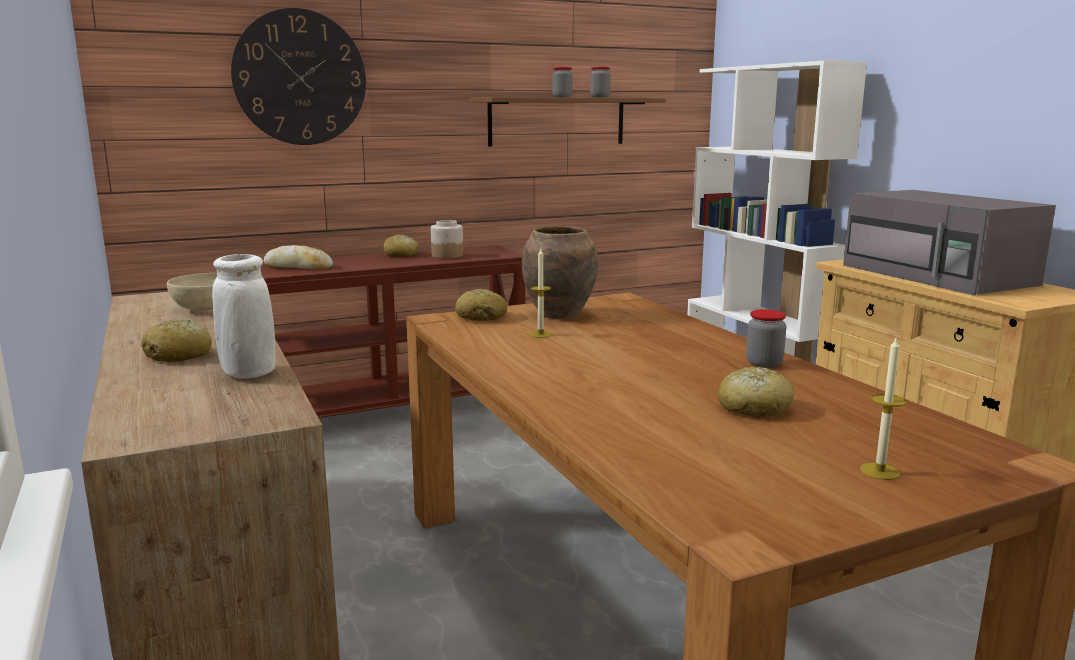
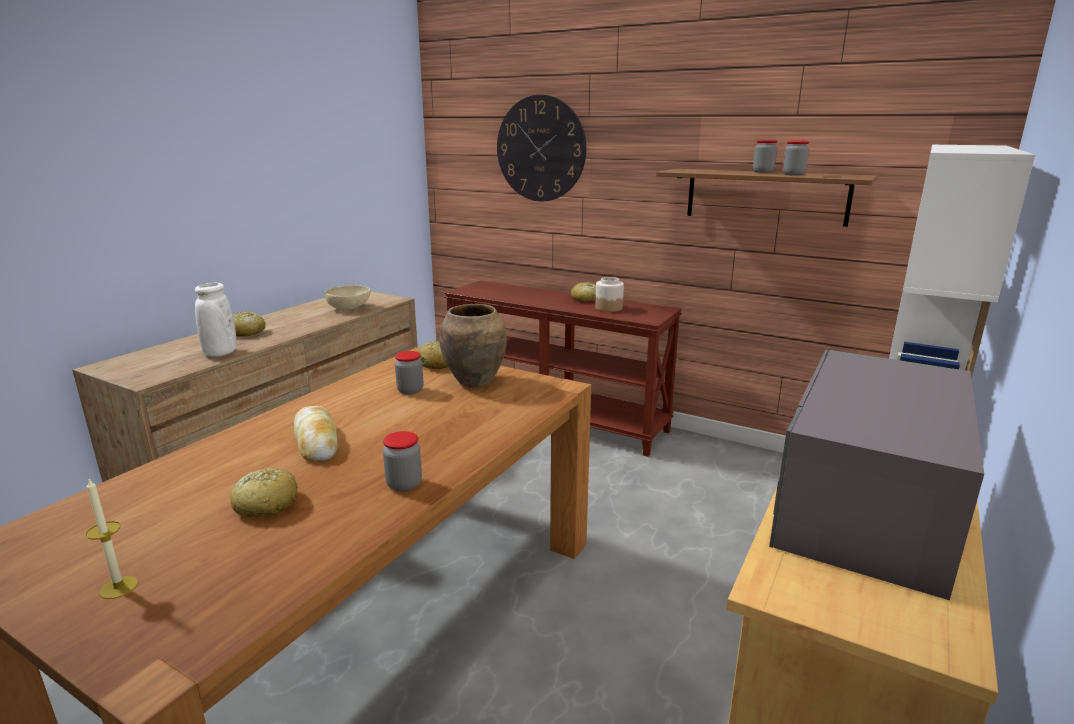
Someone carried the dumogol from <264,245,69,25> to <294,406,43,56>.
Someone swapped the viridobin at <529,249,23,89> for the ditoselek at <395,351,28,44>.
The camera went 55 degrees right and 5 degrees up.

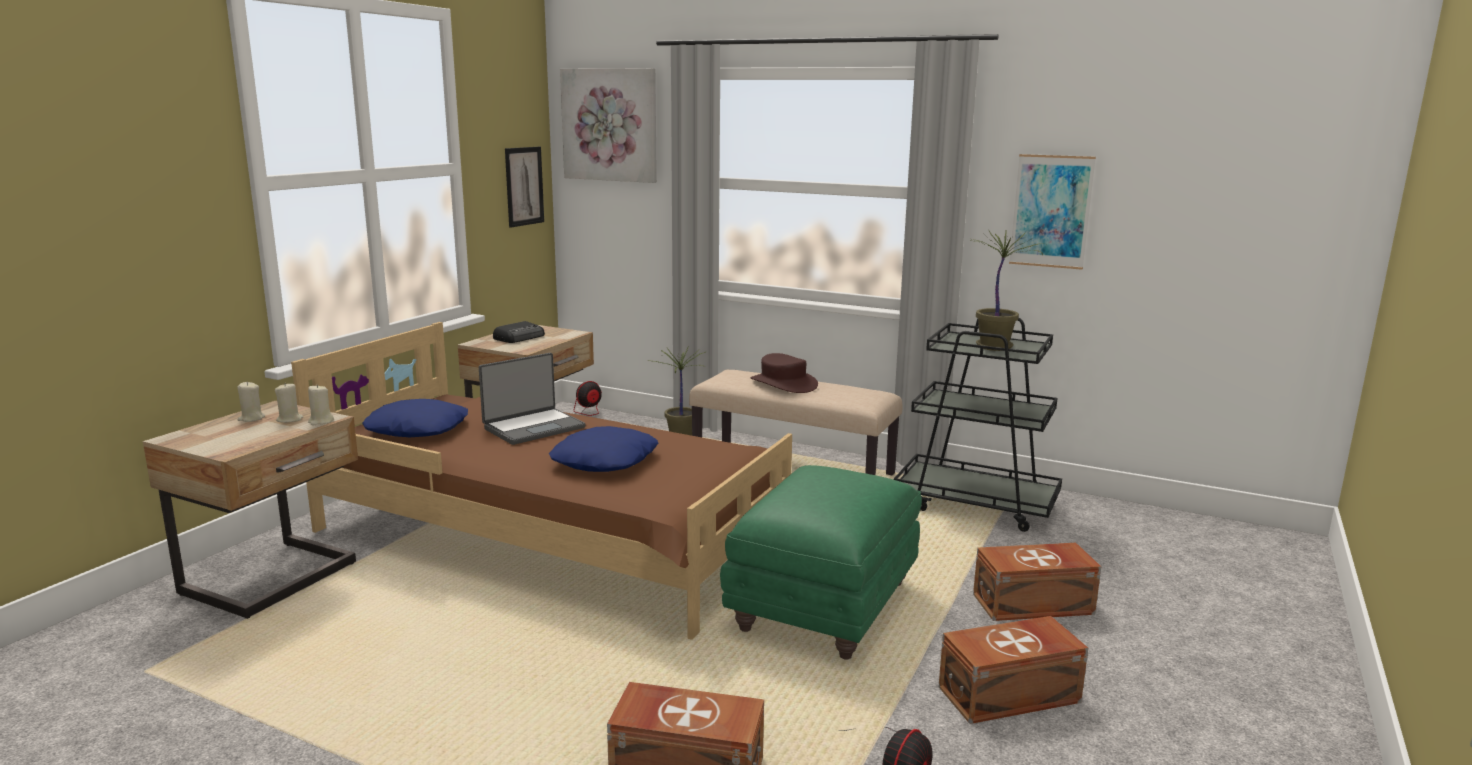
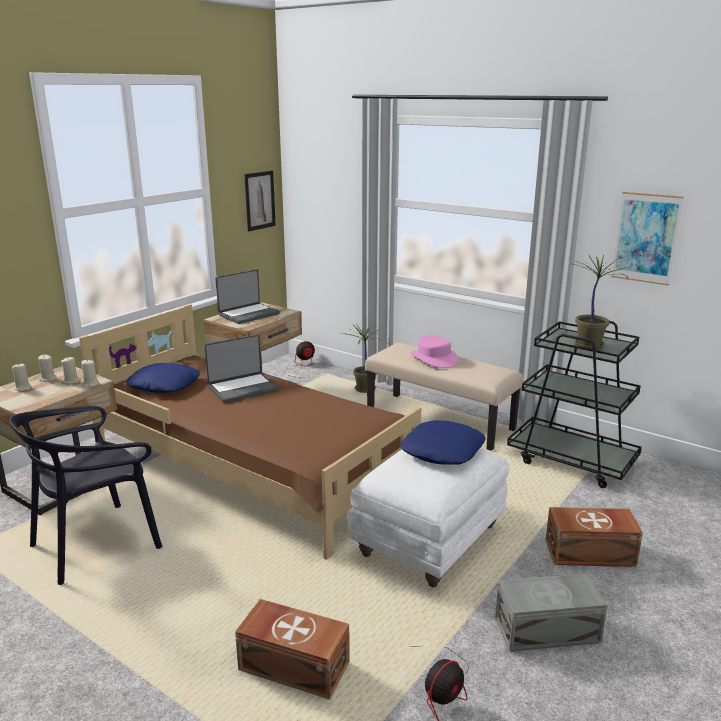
Someone took away the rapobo at <560,68,97,115>.
Someone swapped the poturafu at <493,321,52,22> for the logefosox at <215,269,65,55>.
Someone repainted the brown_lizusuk at <751,353,67,40>, which became the pink_lizusuk at <410,335,49,33>.
Someone carried the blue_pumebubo from <549,426,109,46> to <400,420,86,44>.
Someone repainted the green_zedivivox at <720,465,202,195>, which became the white_zedivivox at <347,449,163,138>.
Someone repainted the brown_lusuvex at <939,616,149,108>, which became the grey_lusuvex at <495,574,113,78>.
Someone put down the beige_viridobin at <12,363,19,28>.
Someone put down the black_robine at <9,406,153,179>.
The camera went 10 degrees right and 5 degrees up.

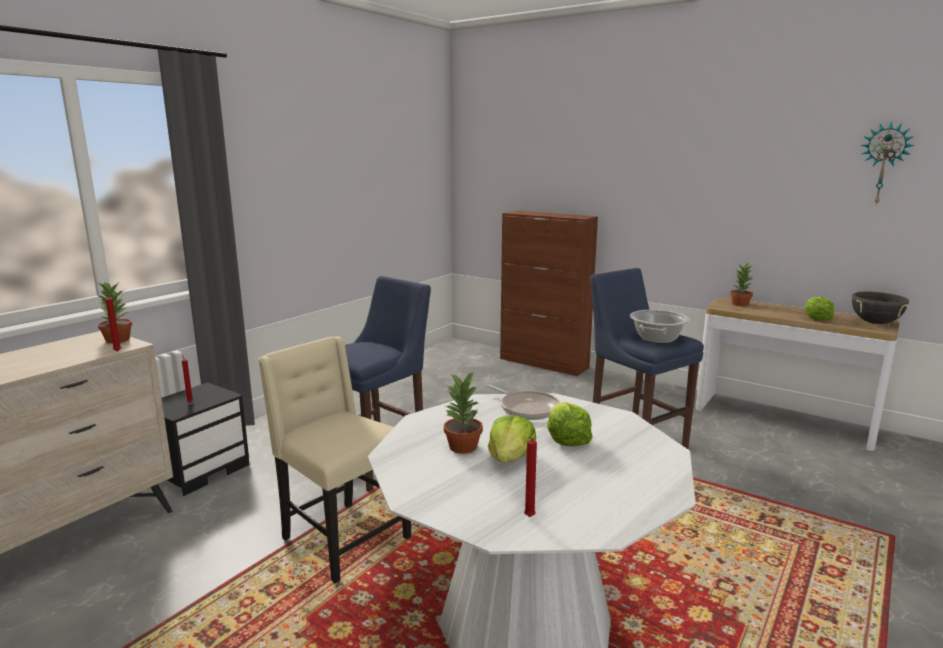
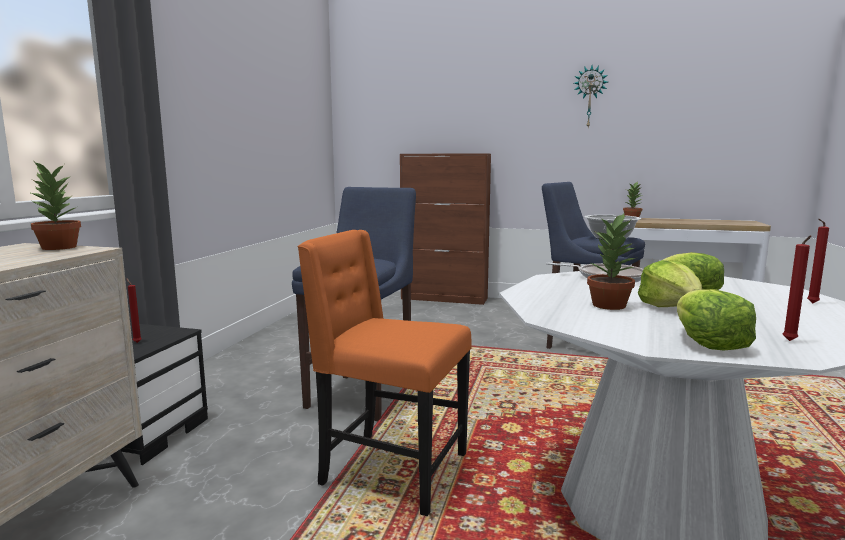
Someone carried the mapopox from <861,121,53,84> to <574,66,34,61>.
Someone took away the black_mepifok at <852,291,57,33>.
Someone carried the red_viridobin from <102,293,19,59> to <807,219,22,84>.
Someone carried the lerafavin from <805,297,29,24> to <677,289,79,62>.
Someone repainted the beige_robine at <258,337,153,247>, which became the orange_robine at <297,230,175,286>.
The camera went 20 degrees left and 5 degrees down.

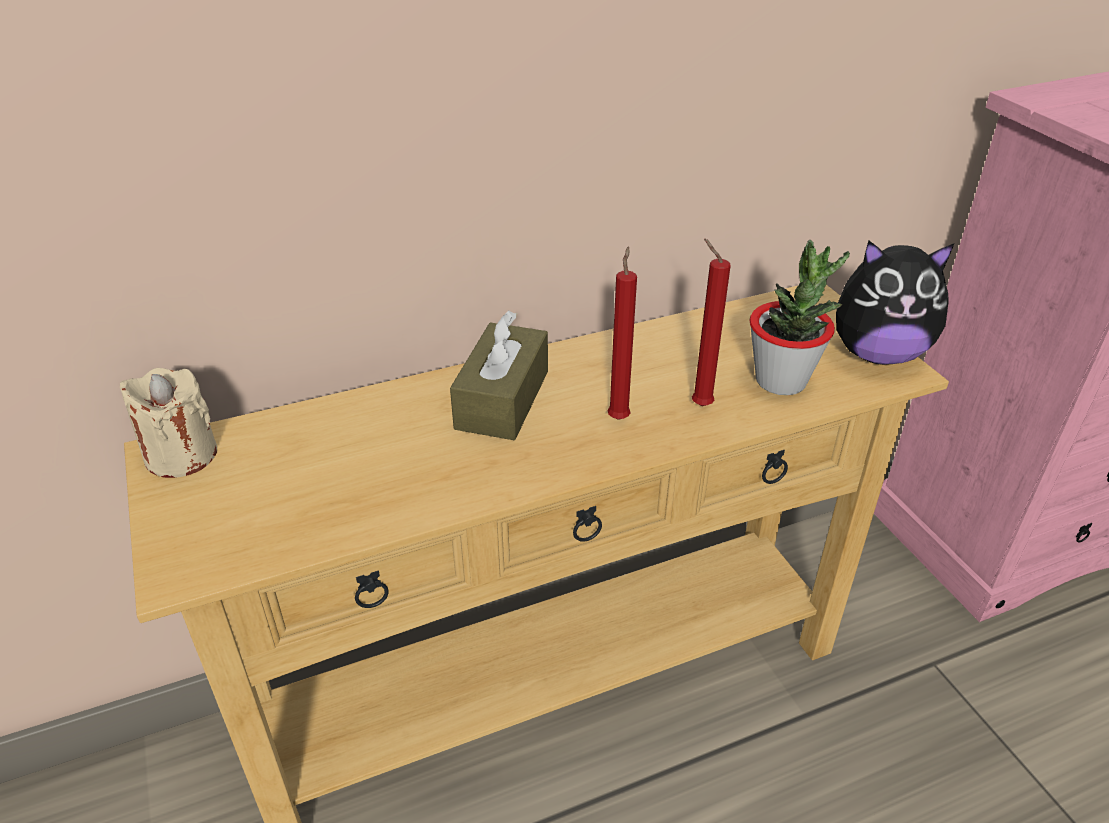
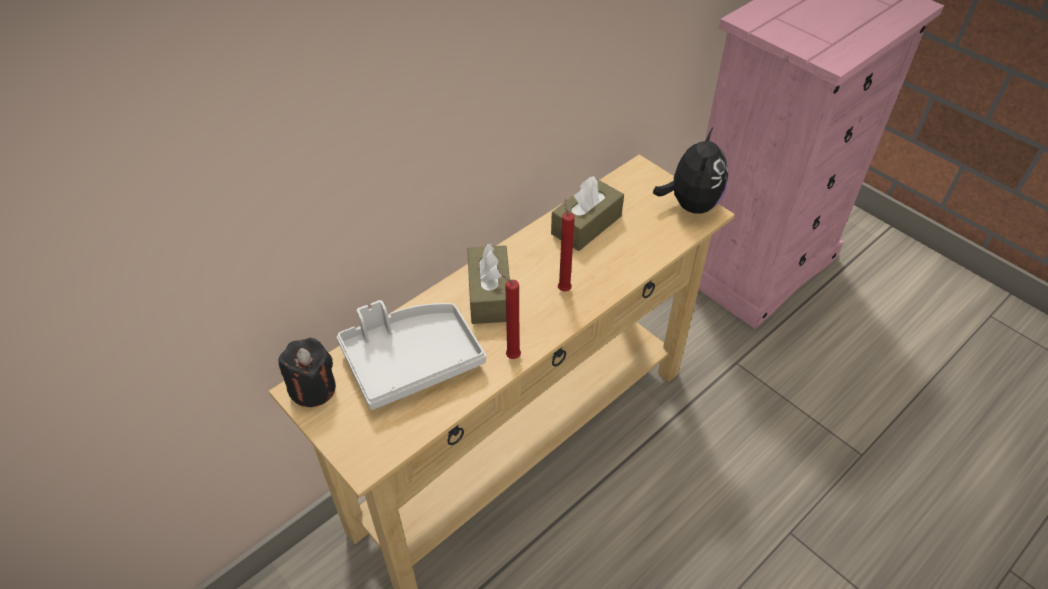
Someone carried the red_viridobin from <692,239,39,167> to <499,271,22,88>.
Someone took away the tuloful at <749,240,101,155>.
Someone rotated the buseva at <836,241,118,124> by 60 degrees counterclockwise.
Someone repainted the beige_viridobin at <120,368,97,110>, which became the black_viridobin at <278,338,58,69>.
Someone put down the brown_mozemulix at <551,176,73,75>.
Someone put down the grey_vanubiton at <337,300,149,110>.
The camera went 20 degrees left and 10 degrees up.

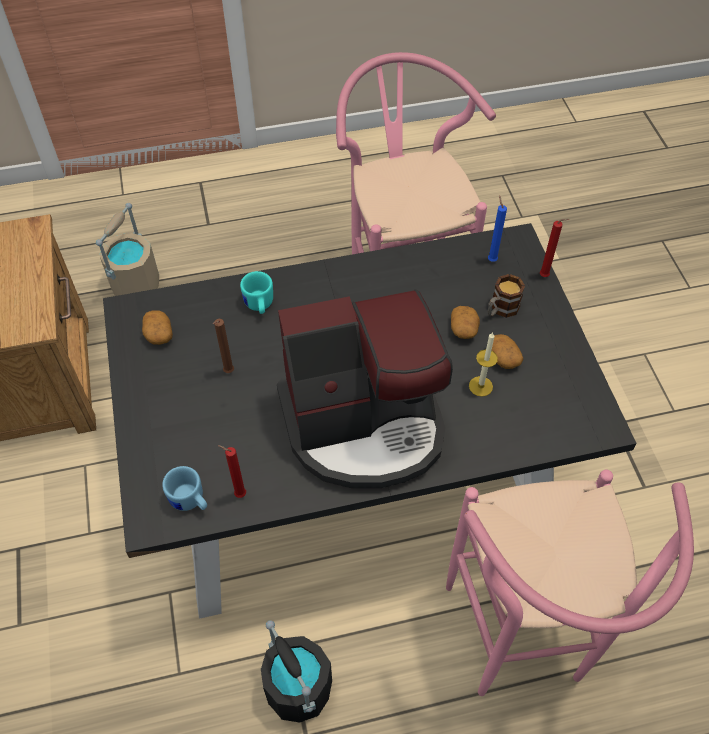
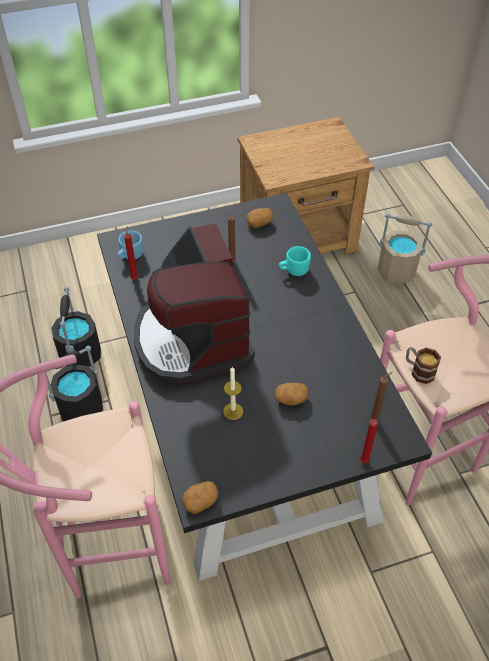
Someone repainted the blue_viridobin at <488,196,19,66>, which became the brown_viridobin at <370,372,22,49>.
Someone carried the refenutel from <488,274,37,44> to <406,347,35,37>.
Someone carried the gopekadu from <491,334,32,35> to <182,481,37,33>.
Someone put down the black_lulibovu at <51,287,50,80>.
The camera went 85 degrees right and 5 degrees down.

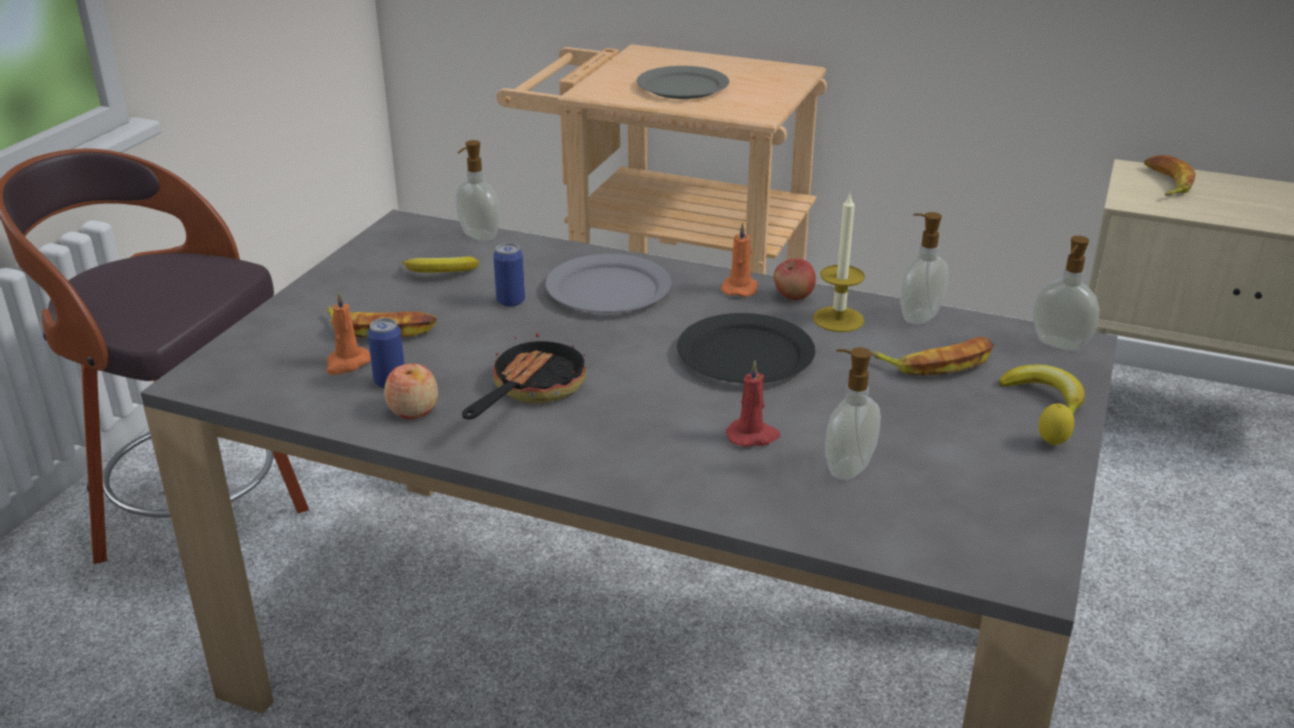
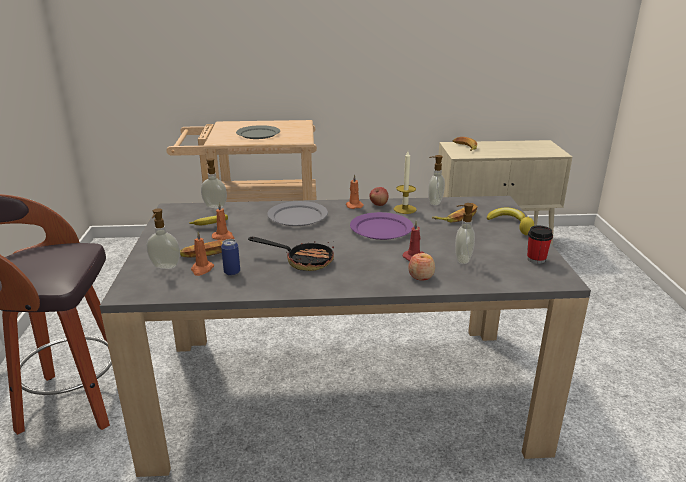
Someone carried the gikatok from <1033,236,66,115> to <146,208,34,61>.
Someone took away the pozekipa at <493,243,32,64>.
Someone repainted the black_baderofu at <677,313,138,70>, which became the purple_baderofu at <350,212,63,28>.
Someone rotated the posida at <462,333,124,87> by 105 degrees clockwise.
Someone carried the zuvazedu from <384,364,54,55> to <408,253,27,27>.
Someone put down the orange_viridobin at <212,202,22,38>.
Someone put down the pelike at <527,225,26,39>.
The camera went 25 degrees left and 5 degrees down.

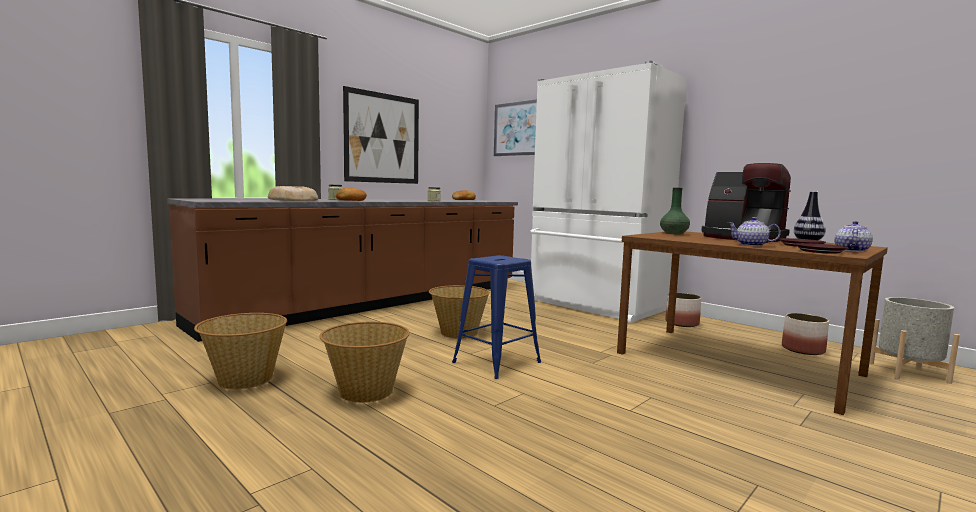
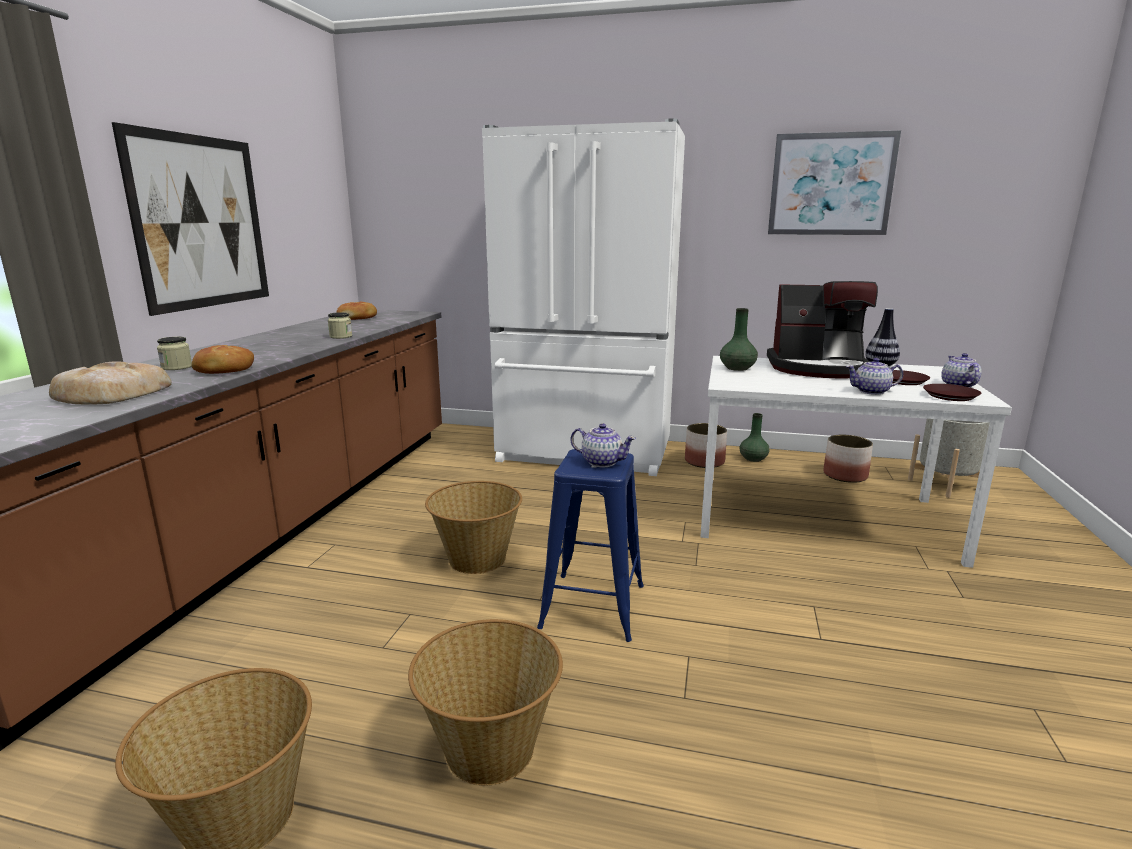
Someone carried the rapobo from <494,99,43,57> to <768,131,133,104>.
Someone repainted the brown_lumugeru at <617,231,271,184>, which became the white_lumugeru at <700,356,312,212>.
Someone put down the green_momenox at <739,413,31,49>.
Someone put down the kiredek at <571,423,65,44>.
The camera went 30 degrees left and 10 degrees up.

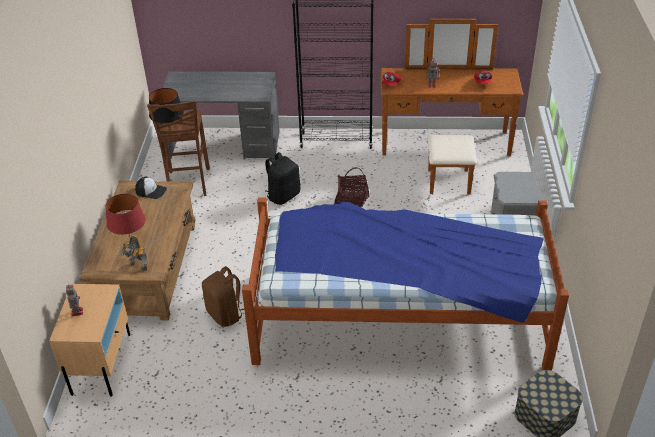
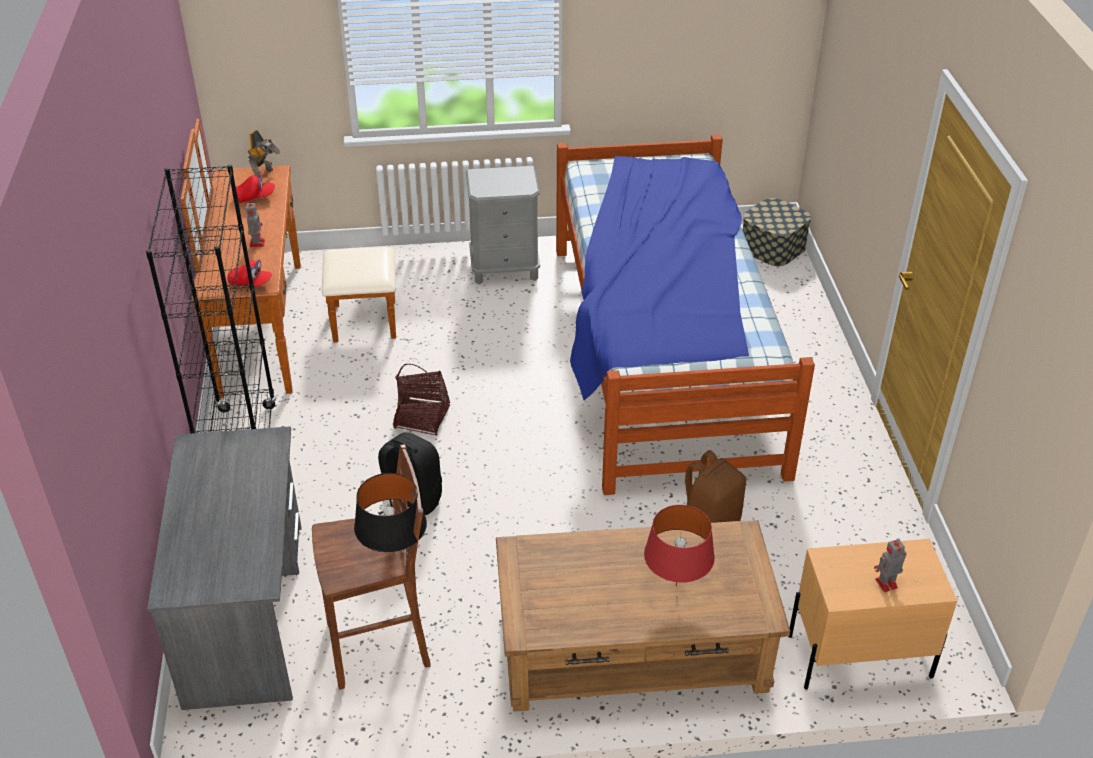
Someone took away the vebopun at <135,177,32,22>.
Someone carried the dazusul from <120,235,27,36> to <248,130,32,48>.
The camera went 100 degrees left and 0 degrees up.

